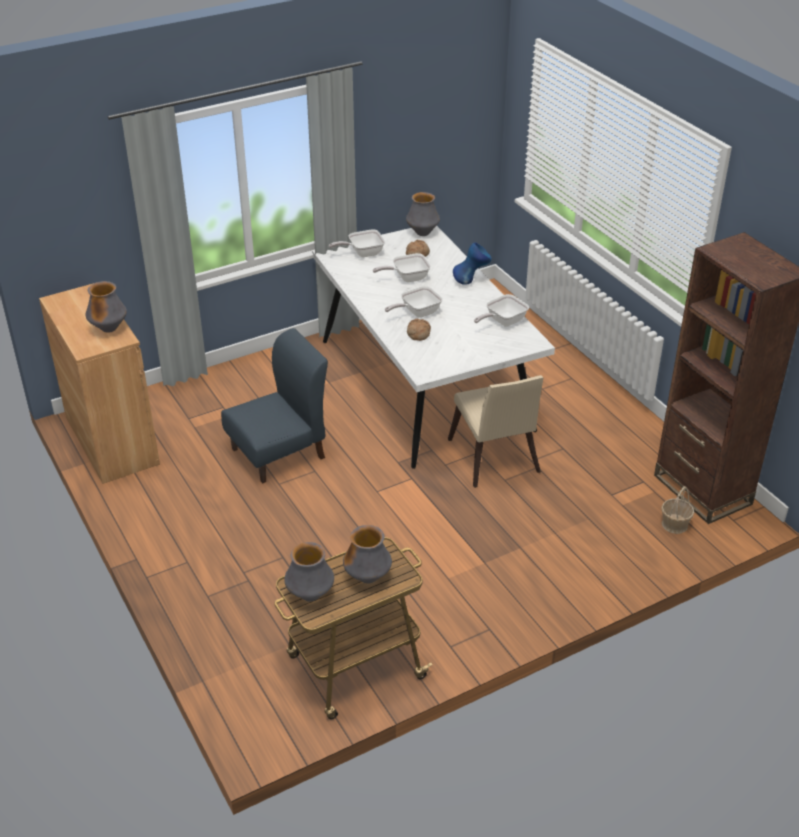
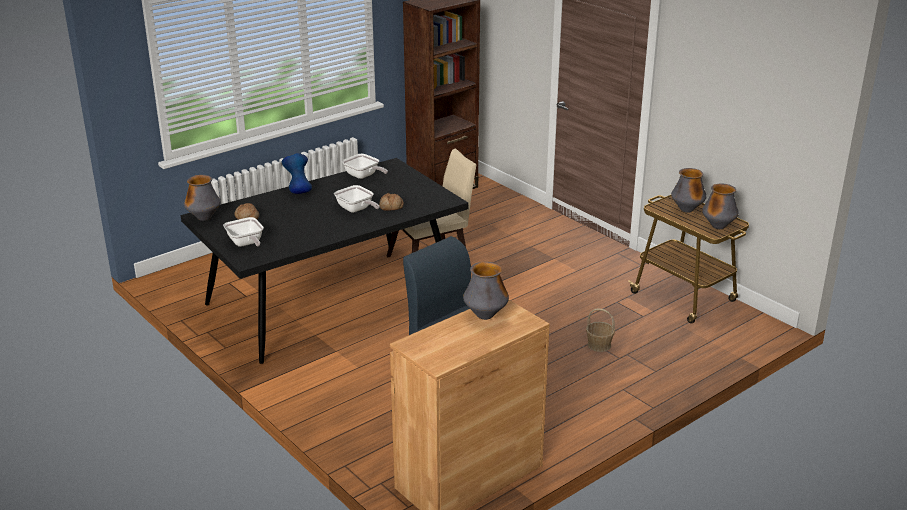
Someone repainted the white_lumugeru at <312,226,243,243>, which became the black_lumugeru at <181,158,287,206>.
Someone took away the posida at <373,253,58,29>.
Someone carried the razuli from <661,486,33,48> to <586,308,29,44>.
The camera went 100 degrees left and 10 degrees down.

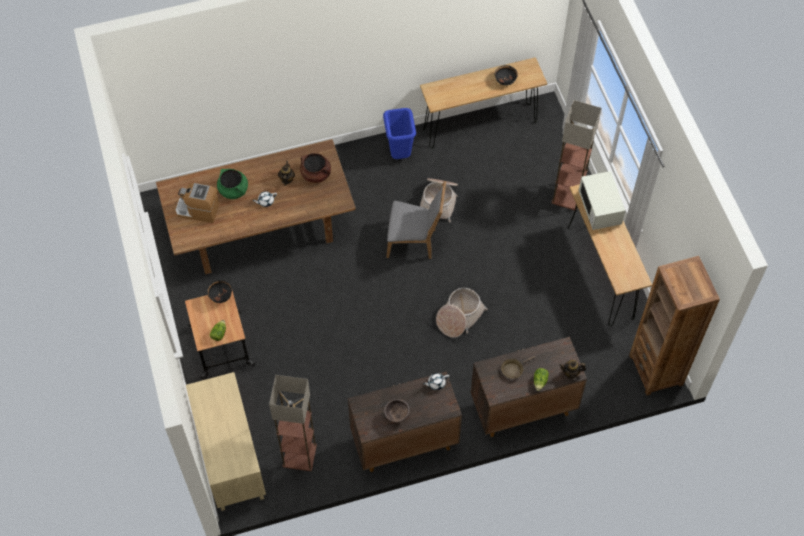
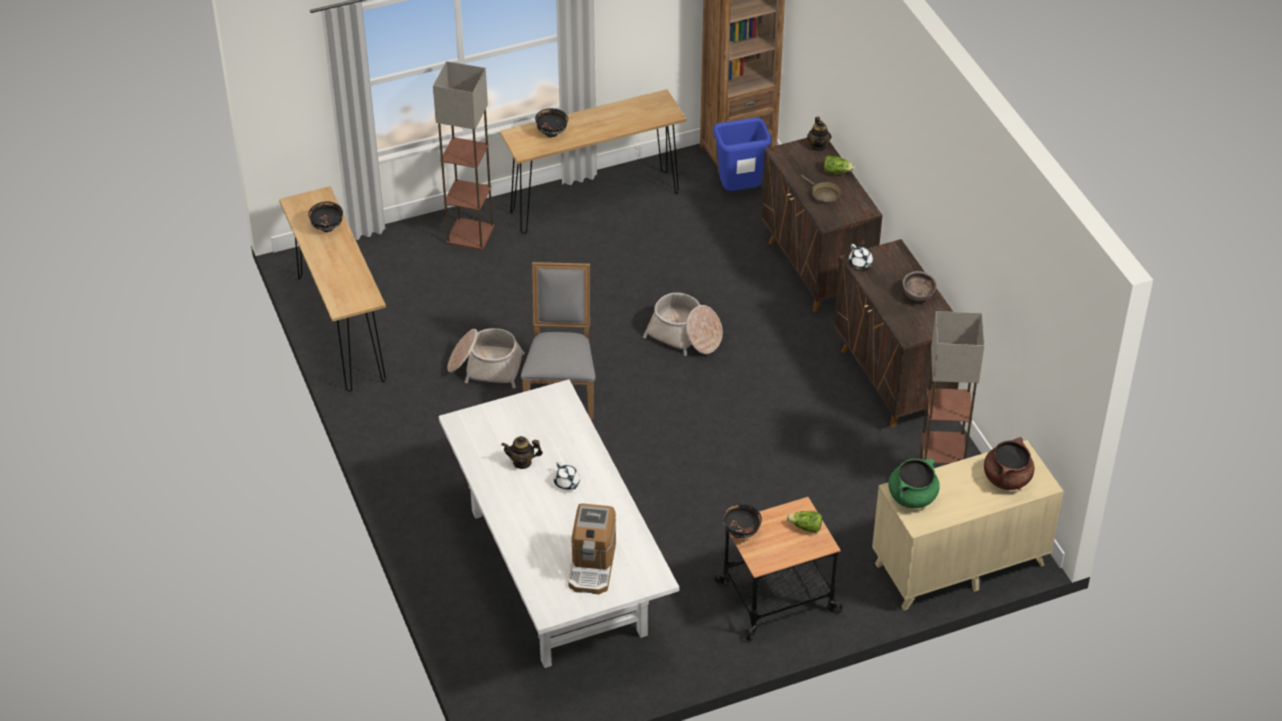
Someone carried the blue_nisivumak from <383,108,33,51> to <713,117,58,74>.
Someone repainted the brown_lumugeru at <156,139,200,135>, which became the white_lumugeru at <439,379,240,289>.
Someone carried the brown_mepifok from <300,153,31,30> to <984,437,50,53>.
Someone carried the green_mepifok from <217,169,31,30> to <888,459,52,49>.
Someone swapped the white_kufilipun at <579,171,46,59> for the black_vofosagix at <535,108,33,29>.
The camera went 95 degrees left and 15 degrees down.

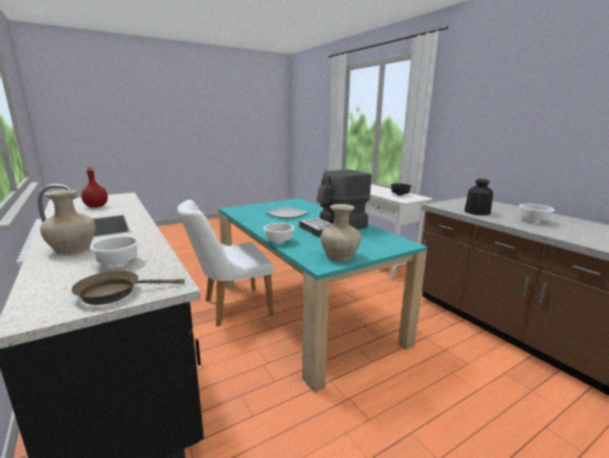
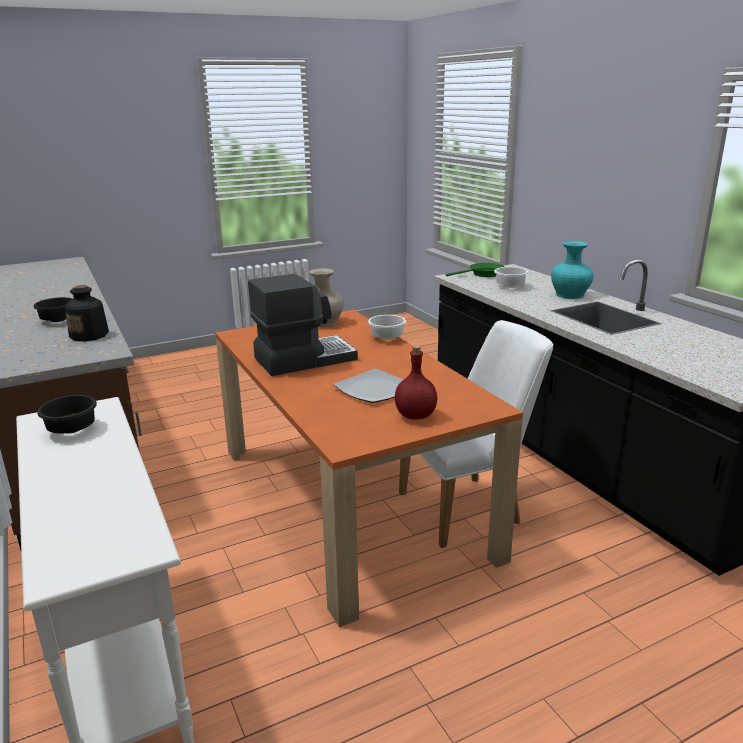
Someone carried the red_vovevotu from <81,167,27,41> to <395,345,42,75>.
Someone repainted the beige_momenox at <40,189,56,66>, which became the turquoise_momenox at <551,241,42,58>.
Someone repainted the turquoise_lumugeru at <219,198,208,195>, which became the orange_lumugeru at <215,310,308,317>.
Someone repainted the white_vofosagix at <519,204,36,18>, which became the black_vofosagix at <33,297,40,25>.
Someone repainted the brown_posida at <72,271,113,34>, which became the green_posida at <445,263,60,14>.
The camera went 175 degrees left and 5 degrees up.

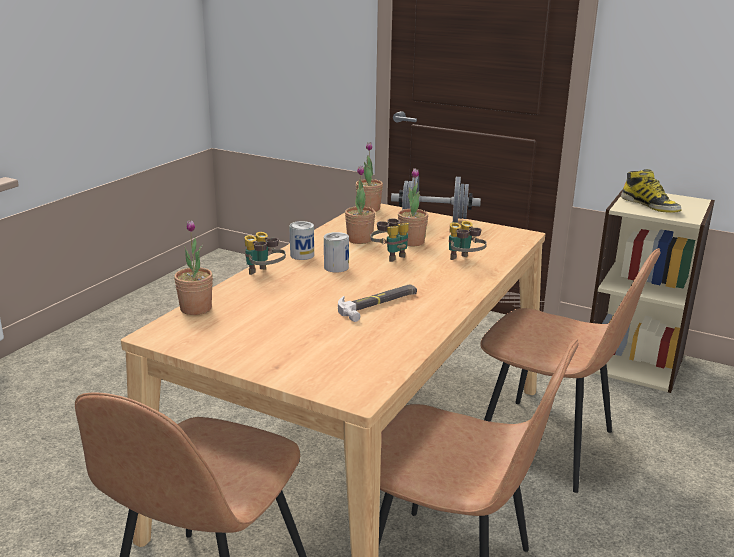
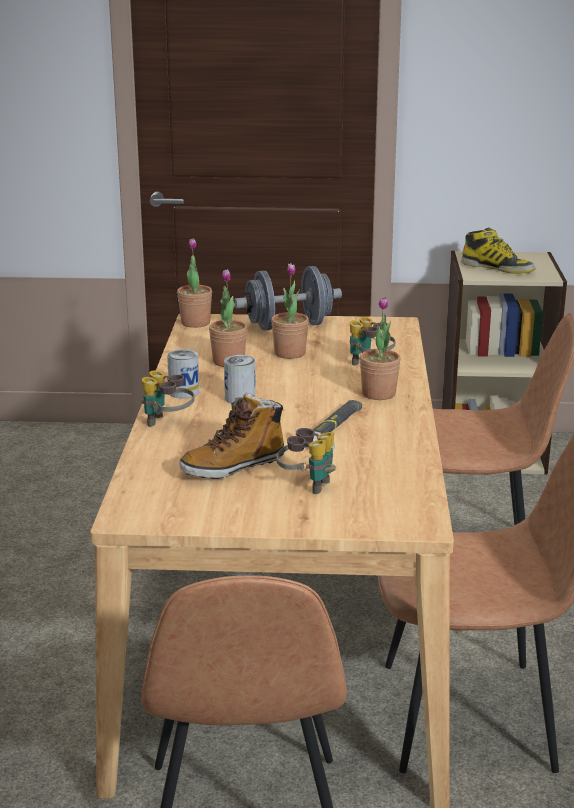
Someone carried the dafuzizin from <370,218,39,44> to <277,428,59,66>.
Someone carried the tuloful from <174,220,39,95> to <360,297,41,103>.
Someone put down the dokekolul at <179,392,105,87>.
The camera went 25 degrees left and 0 degrees up.

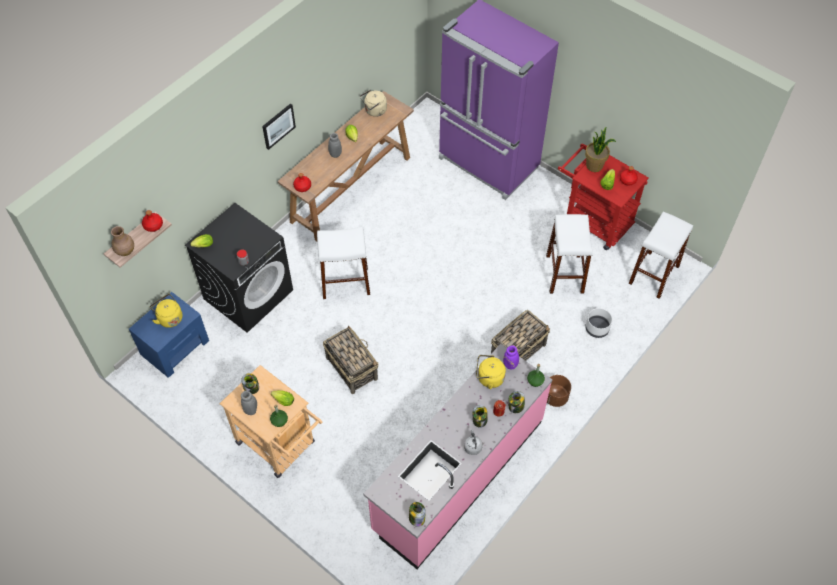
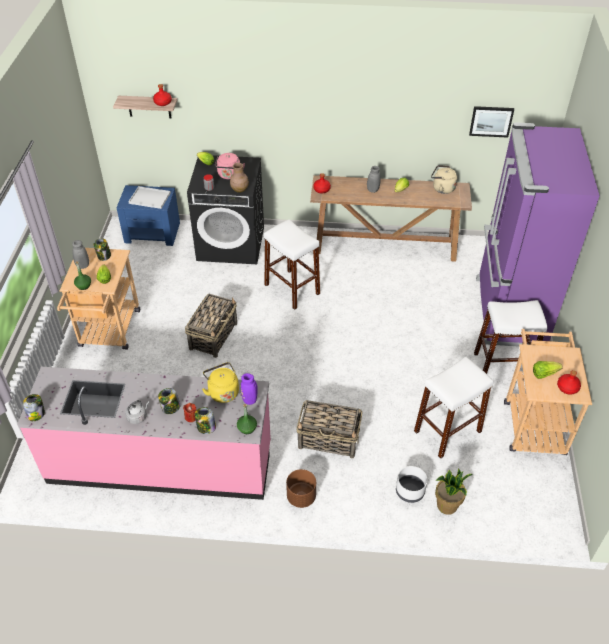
Someone carried the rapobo from <262,104,34,46> to <469,106,45,32>.
Someone carried the tuloful from <585,126,31,46> to <435,468,38,47>.
Someone repainted the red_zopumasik at <558,143,91,107>, which became the beige_zopumasik at <504,329,88,126>.
Someone carried the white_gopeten from <629,212,64,87> to <474,300,74,74>.
Someone carried the brown_momenox from <111,226,23,30> to <230,163,19,30>.
Someone swapped the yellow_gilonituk at <150,294,32,34> for the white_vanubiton at <128,186,43,23>.
Someone put down the pink_gilonituk at <215,153,30,26>.
The camera went 55 degrees right and 10 degrees down.

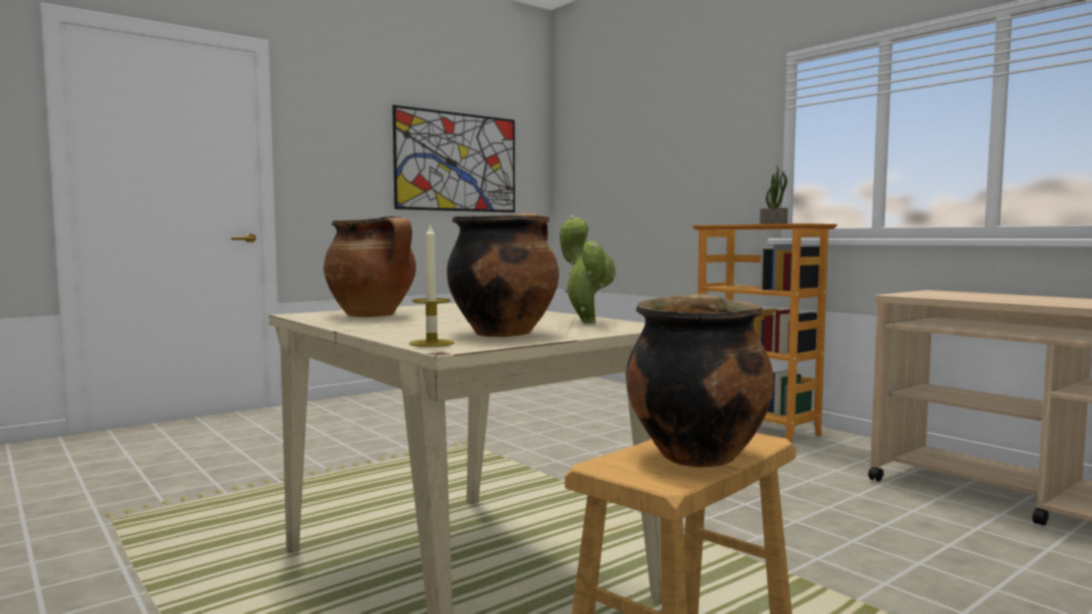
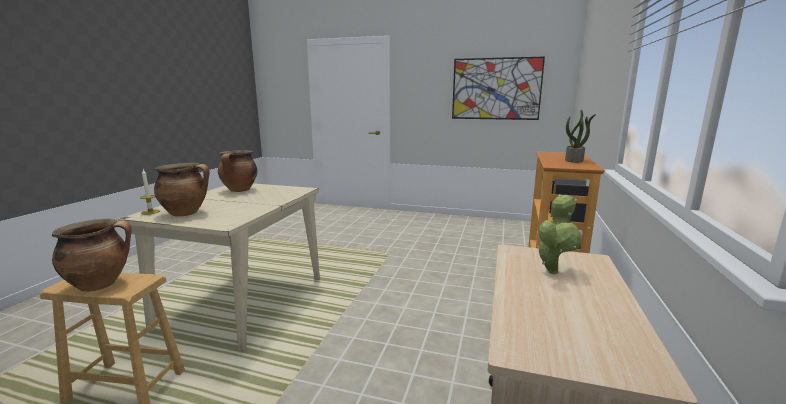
Someone carried the tuloful from <559,215,57,109> to <537,194,45,80>.
The camera went 55 degrees right and 10 degrees up.

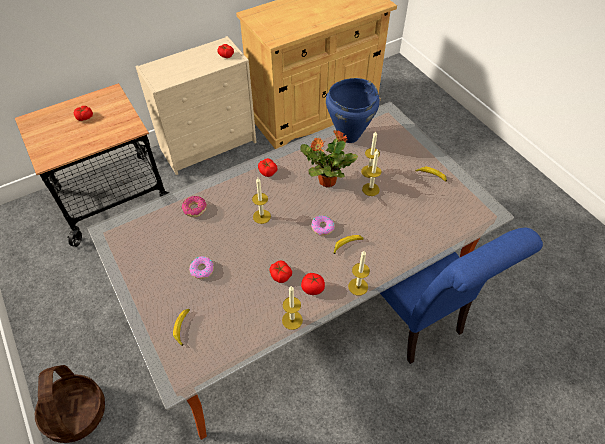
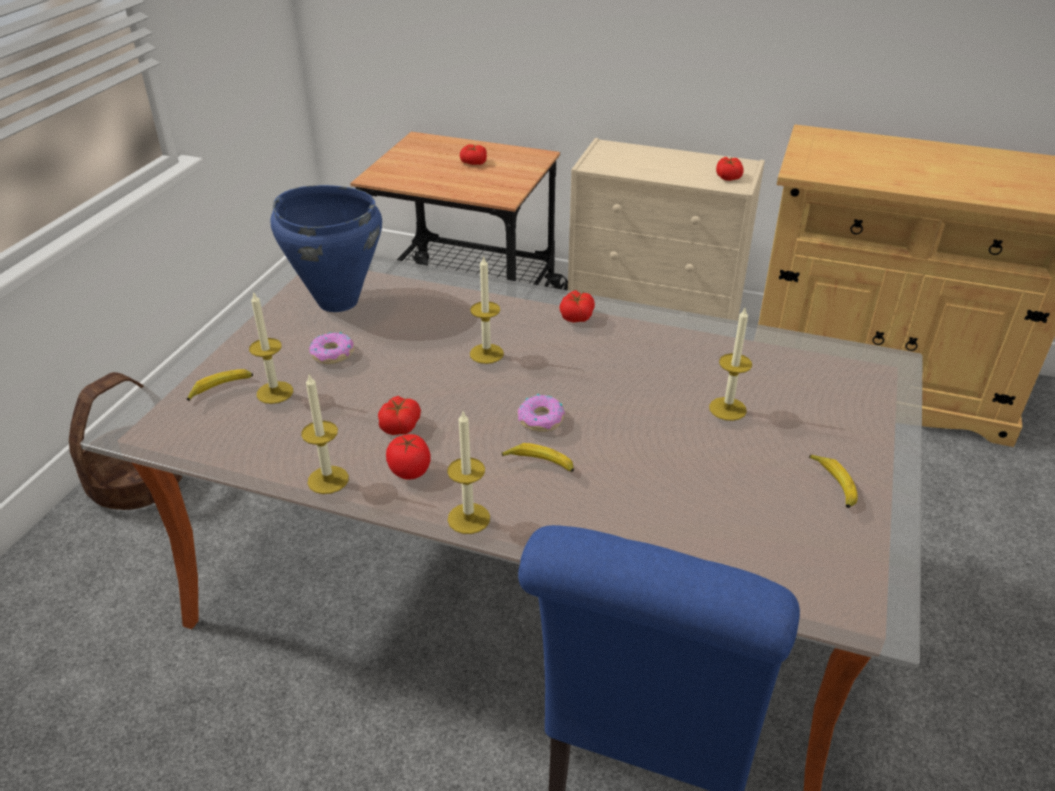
Someone carried the blue_mepifok from <326,78,54,65> to <270,185,112,127>.
Someone took away the tuloful at <300,130,58,57>.
Someone carried the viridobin from <362,150,19,46> to <249,291,44,113>.
Someone took away the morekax at <182,196,25,21>.
The camera went 50 degrees right and 15 degrees down.

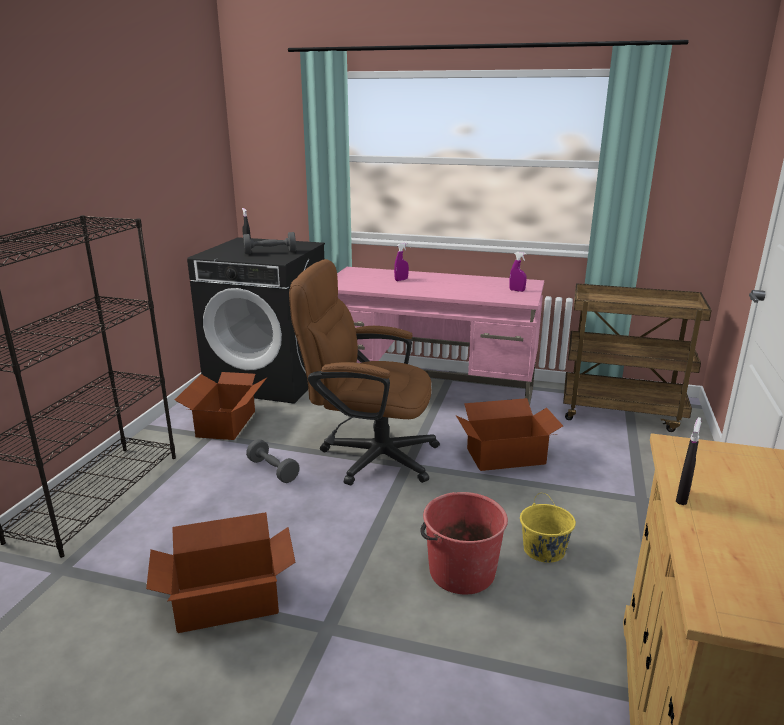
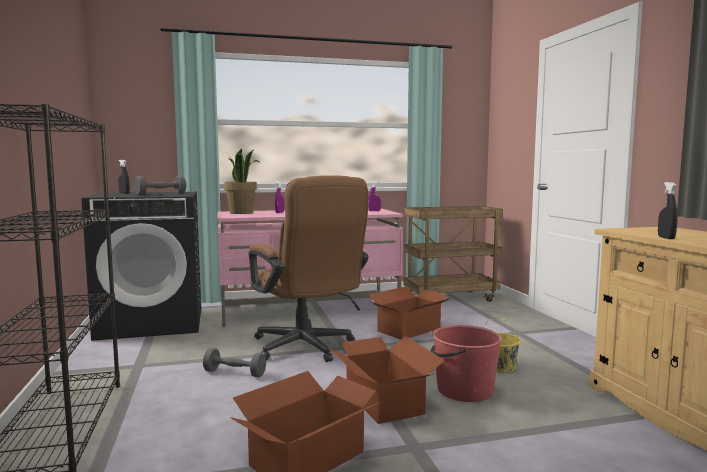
Someone rotated the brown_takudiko at <289,259,151,227> by 105 degrees counterclockwise.
Someone carried the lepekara from <175,372,92,68> to <328,336,117,88>.
Someone put down the tuloful at <224,148,35,66>.
The camera went 30 degrees left and 15 degrees down.

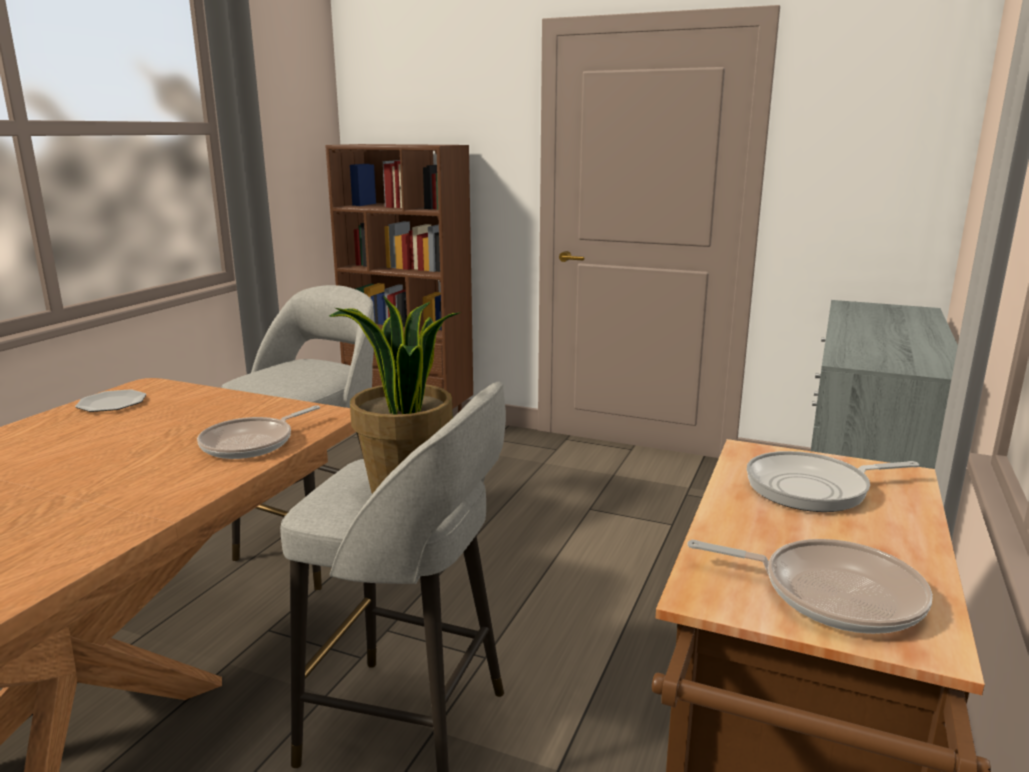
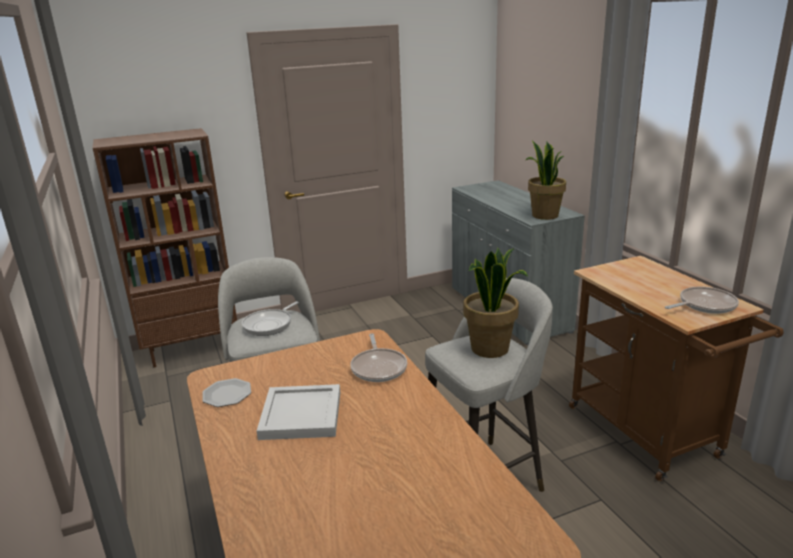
Someone carried the posida from <746,451,173,61> to <242,301,57,35>.
Someone put down the tuloful at <526,140,40,80>.
Someone put down the white_vanubiton at <257,384,83,56>.
The camera went 45 degrees left and 5 degrees up.

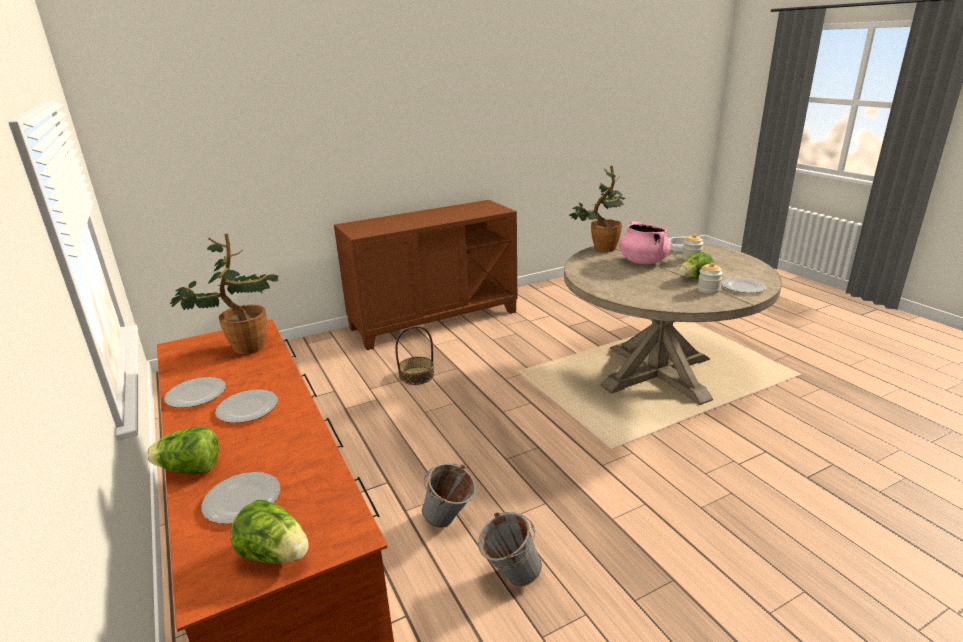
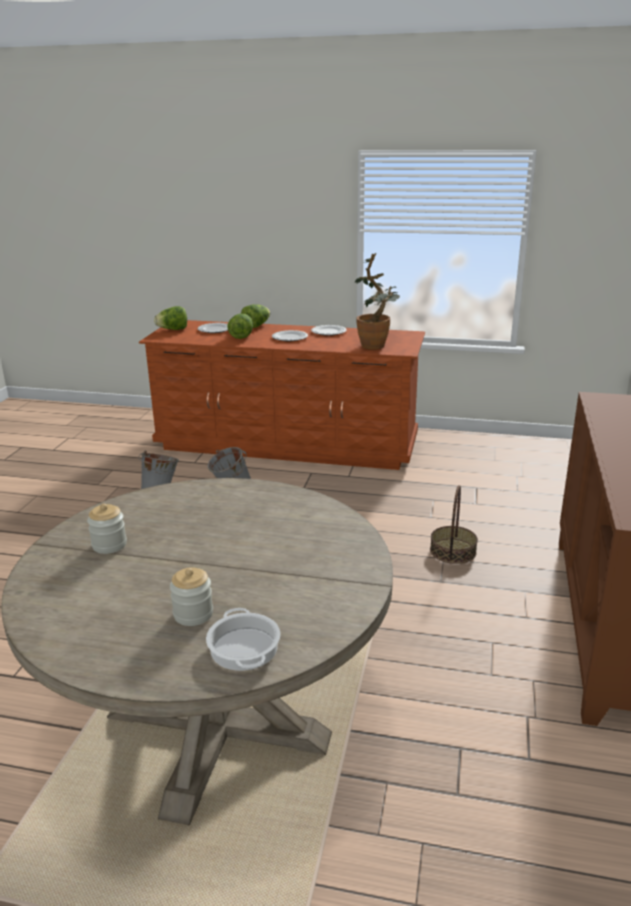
Someone took away the tuloful at <570,166,56,86>.
Someone took away the pink_mepifok at <619,221,52,43>.
Someone carried the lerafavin from <679,252,36,27> to <227,313,26,26>.
Someone took away the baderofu at <721,277,45,16>.
The camera went 130 degrees right and 0 degrees up.

